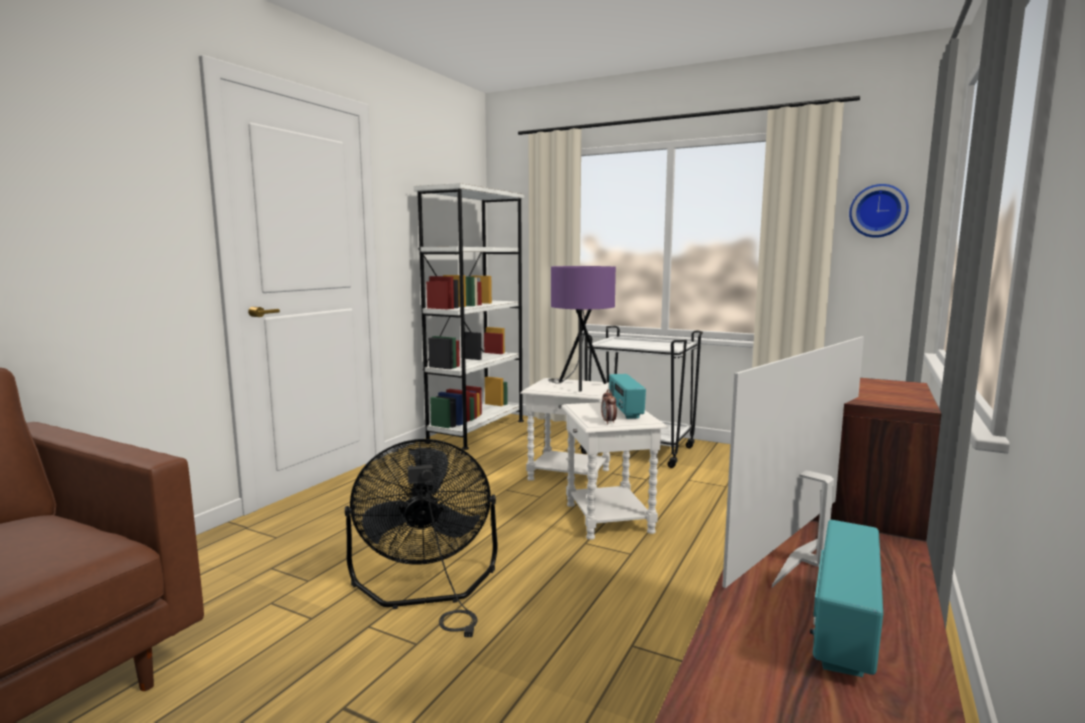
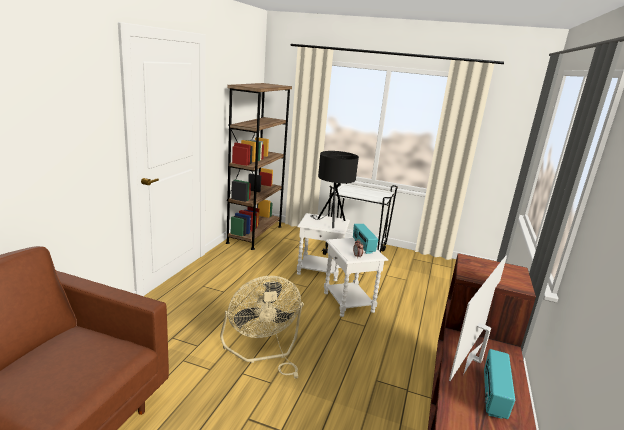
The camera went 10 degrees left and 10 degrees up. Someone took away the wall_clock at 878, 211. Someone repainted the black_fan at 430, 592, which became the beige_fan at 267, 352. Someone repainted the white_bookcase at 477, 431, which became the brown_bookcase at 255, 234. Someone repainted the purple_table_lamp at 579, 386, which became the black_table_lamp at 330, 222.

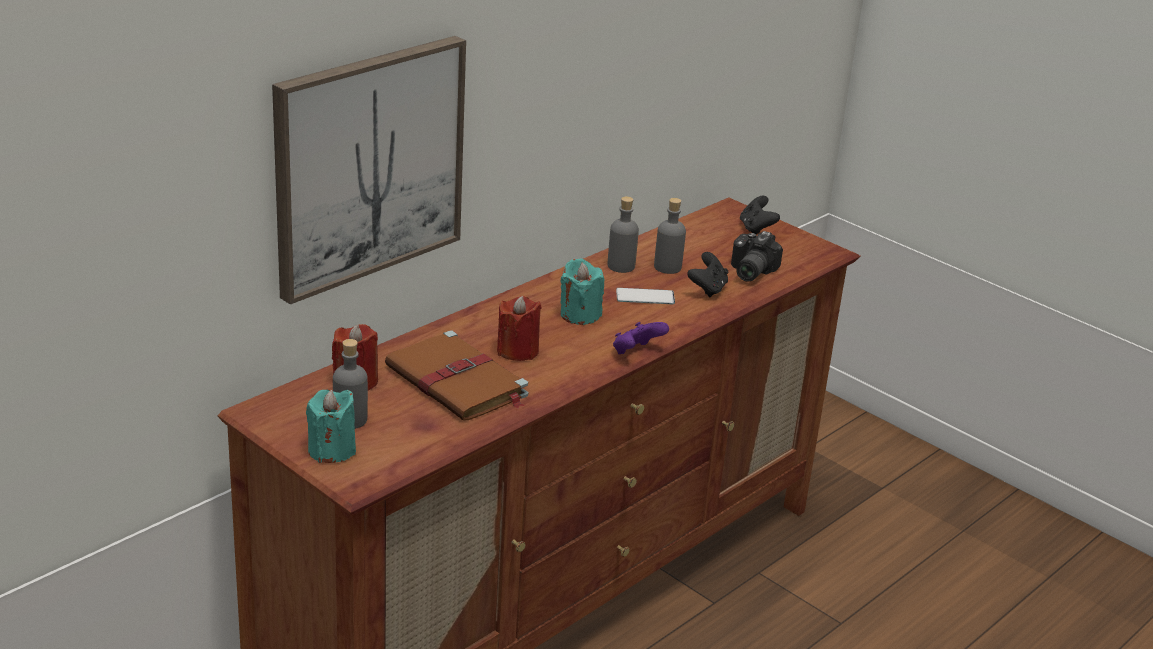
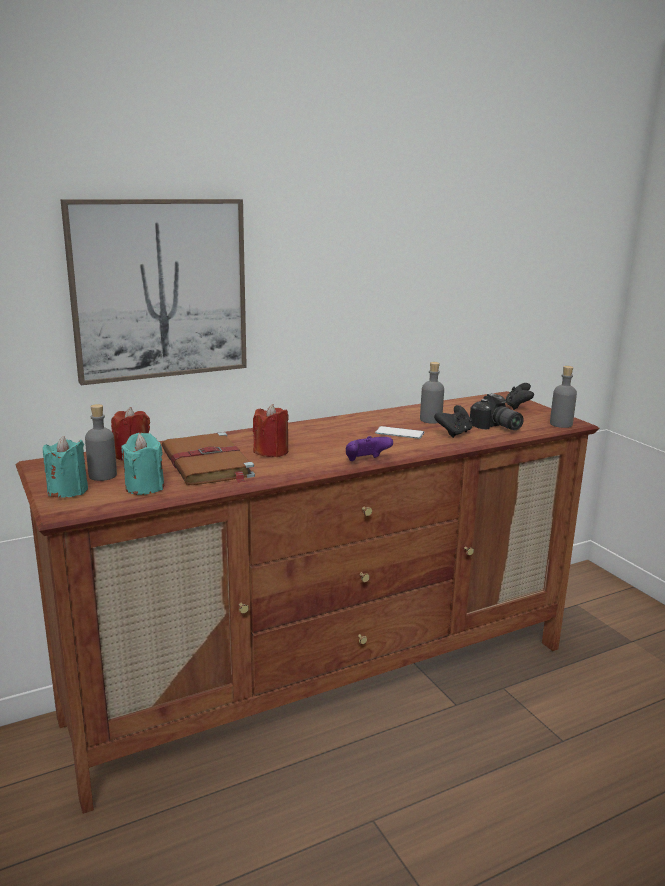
The camera went 20 degrees right and 10 degrees down. Someone carried the turquoise_candle from 580, 315 to 144, 487. Someone carried the grey_bottle from 621, 266 to 561, 424. Someone rotated the photo_camera at 748, 271 by 75 degrees counterclockwise.

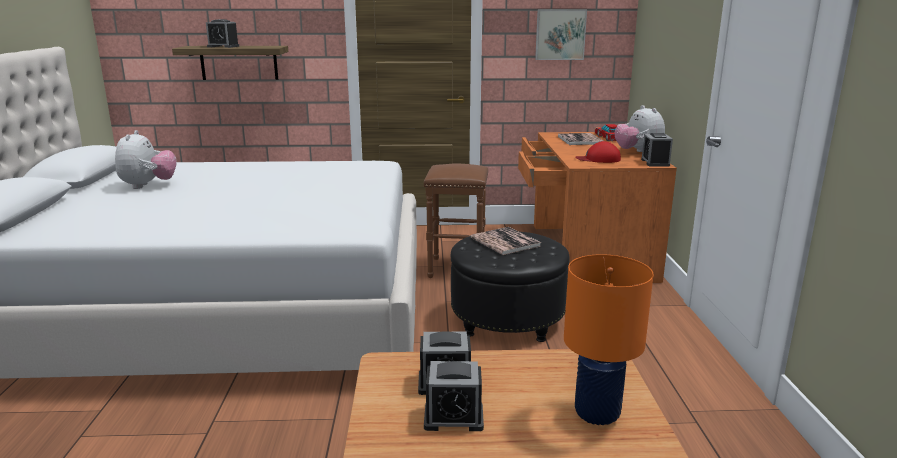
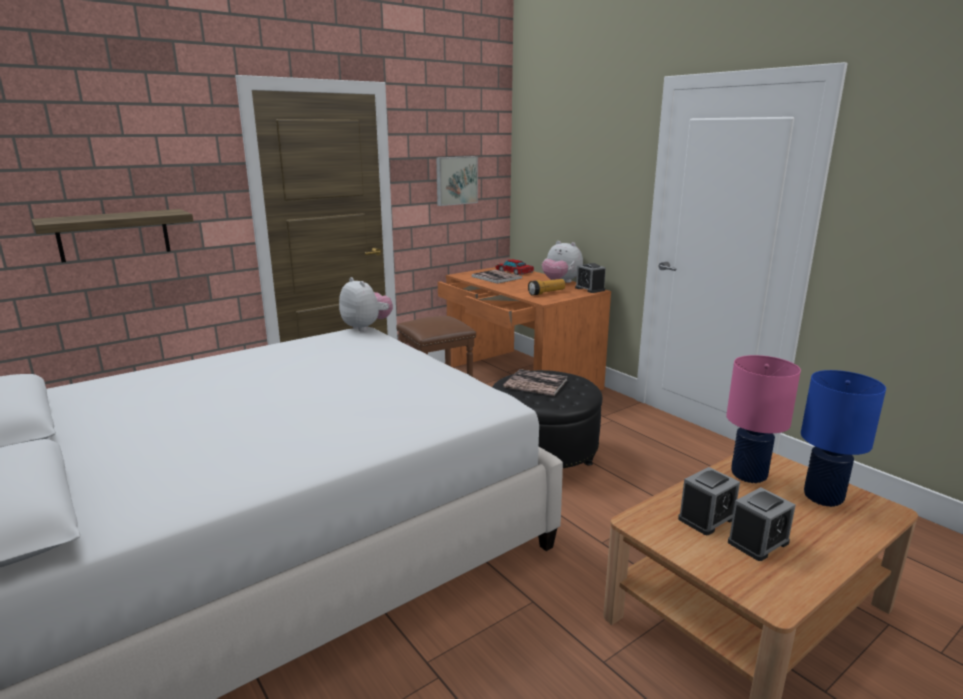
The camera went 35 degrees left and 0 degrees up. Someone took away the alarm_clock at 223, 46. Someone put down the pink_table_lamp at 748, 477. Someone carried the plush_toy from 148, 186 to 366, 327. Someone swapped the red_cap at 598, 159 for the flashlight at 546, 293. Someone repainted the orange_table_lamp at 597, 415, which became the blue_table_lamp at 822, 499.

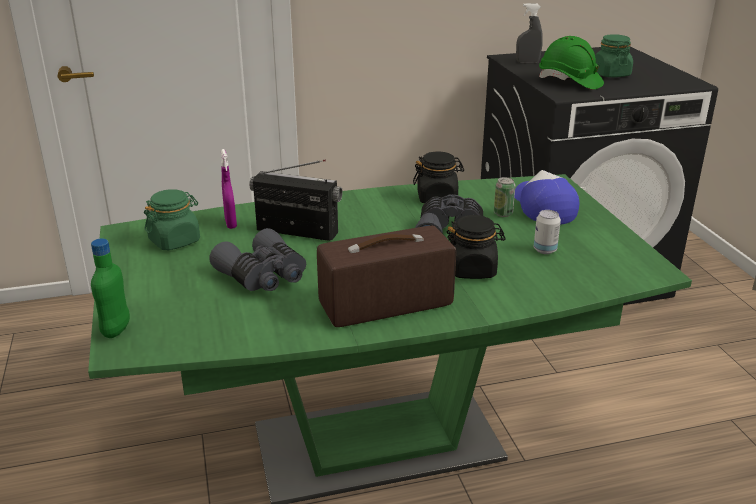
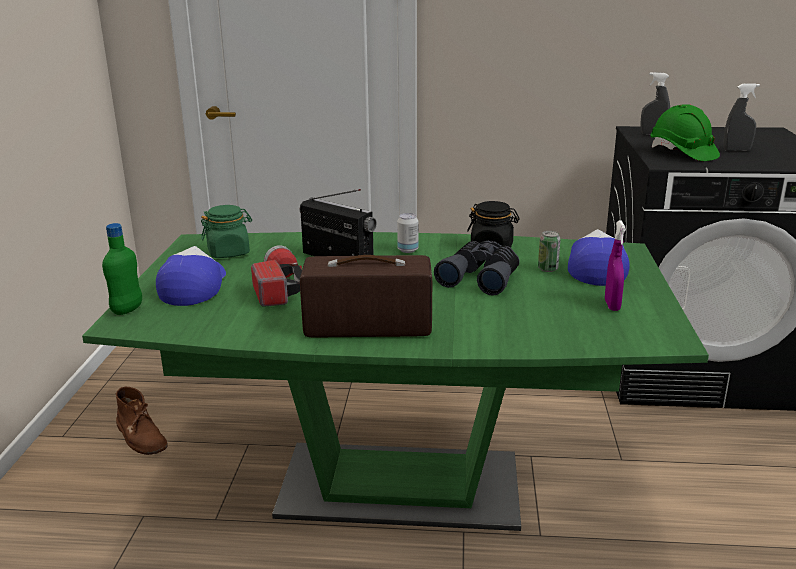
The camera went 20 degrees right and 5 degrees down. Someone took away the black_jar at 472, 270. Someone put down the brown_boot at 141, 436. Someone put down the cap at 194, 287. Someone carried the purple_spray_bottle from 230, 223 to 612, 305. Someone carried the can from 545, 250 to 408, 250. Someone swapped the grey_binoculars at 264, 276 for the flashlight at 279, 288. Someone swapped the green_jar at 611, 74 for the grey_spray_bottle at 736, 150.

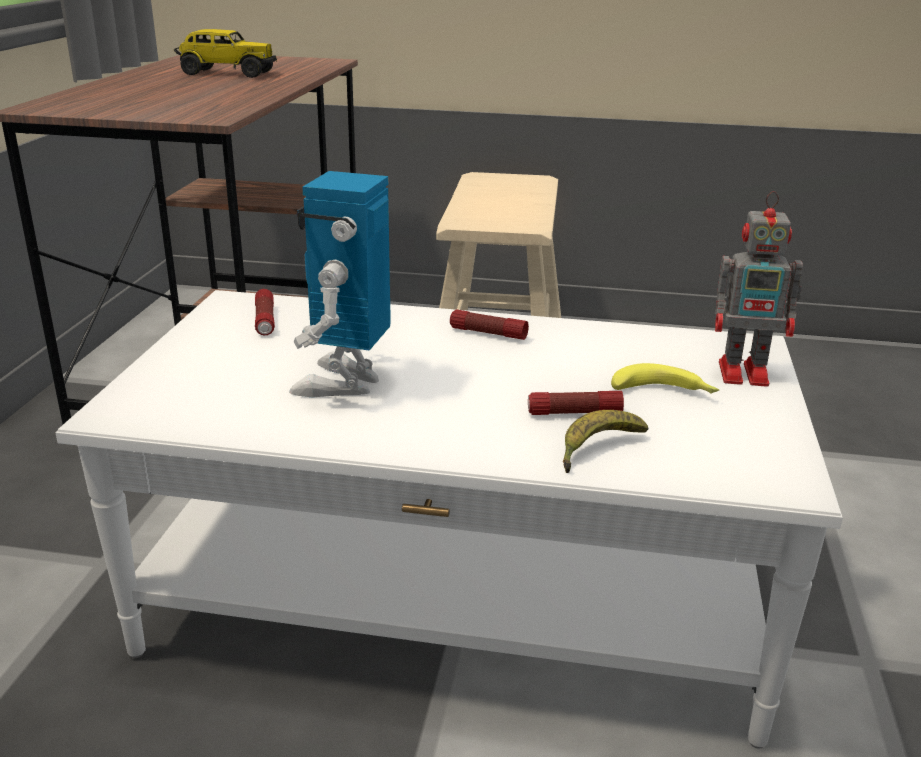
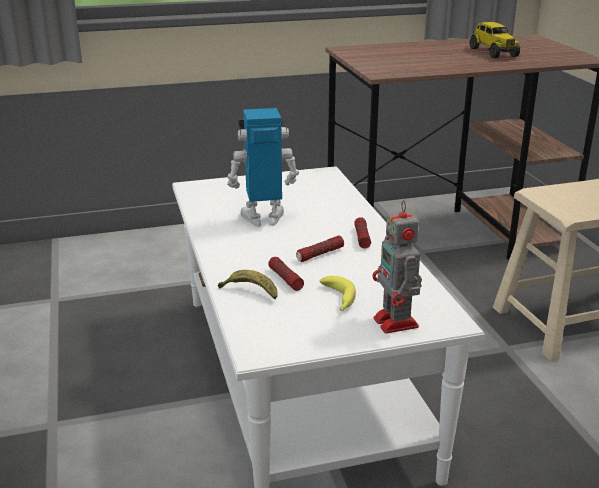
The camera went 65 degrees right and 0 degrees up. Someone carried the flashlight from 265, 321 to 320, 254.

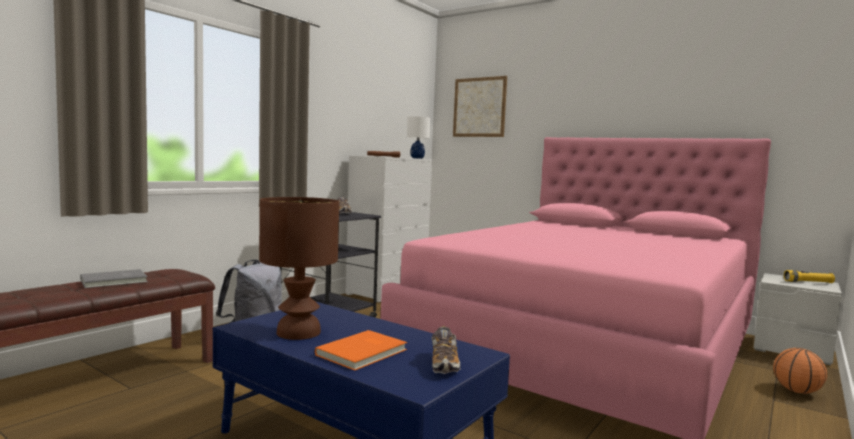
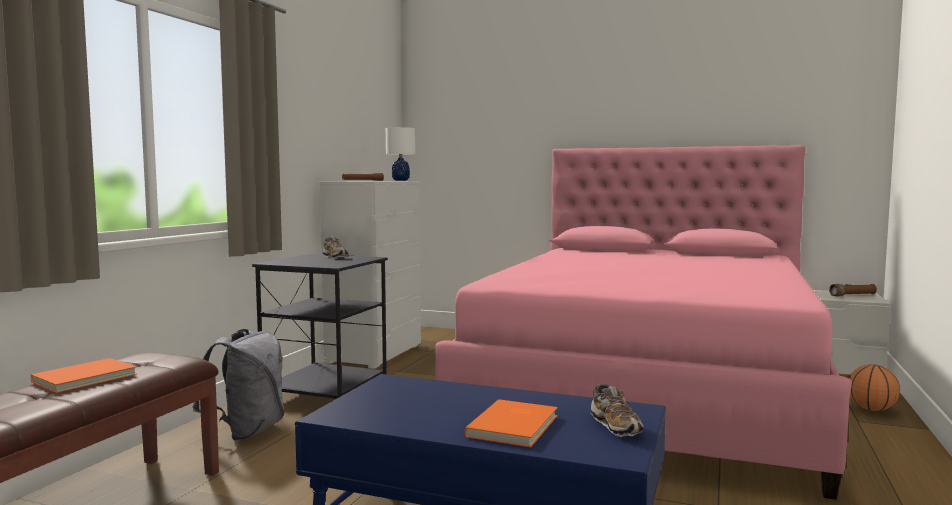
The camera went 15 degrees left and 0 degrees up. Someone took away the brown_table_lamp at 297, 332. Someone took away the picture at 479, 106. Someone repainted the grey_book at 115, 281, which became the orange_book at 87, 378. Someone repainted the yellow_flashlight at 808, 282, which became the brown_flashlight at 852, 295.

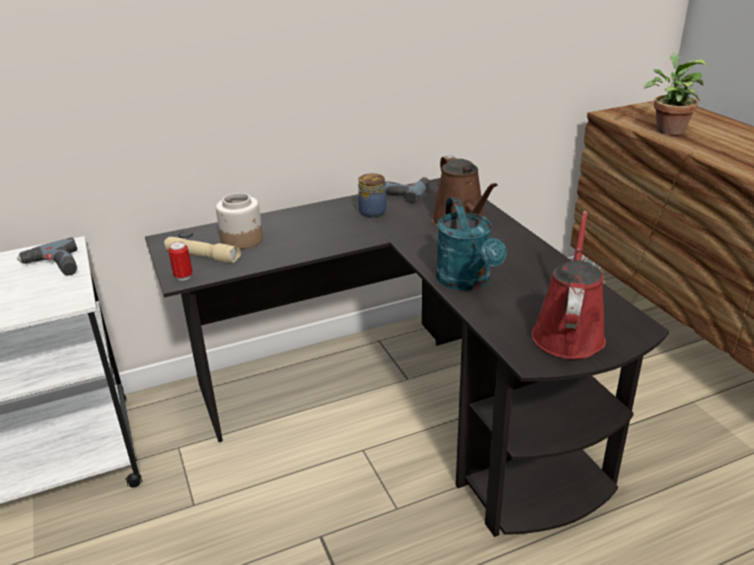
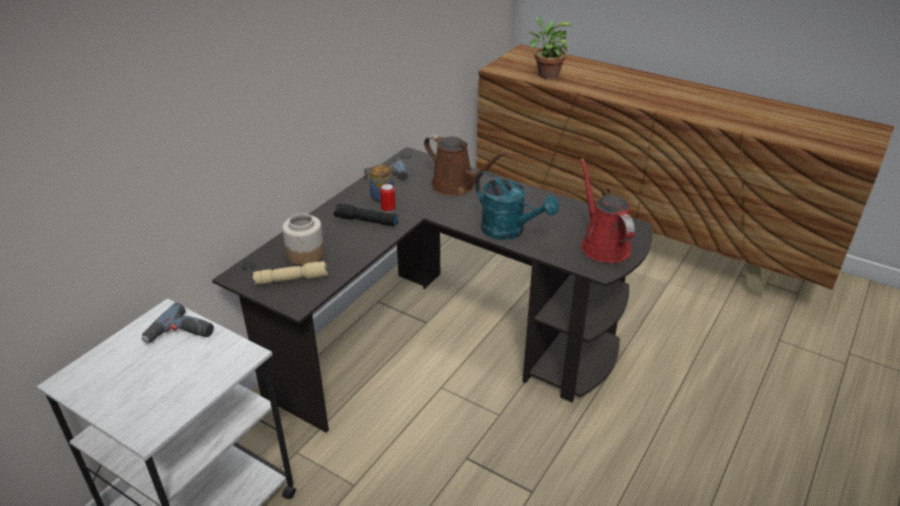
The camera went 35 degrees left and 5 degrees up. Someone put down the black_flashlight at 365, 221. Someone carried the can from 183, 276 to 388, 210.

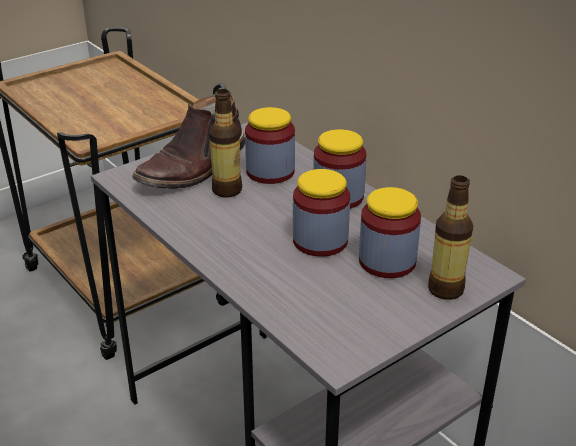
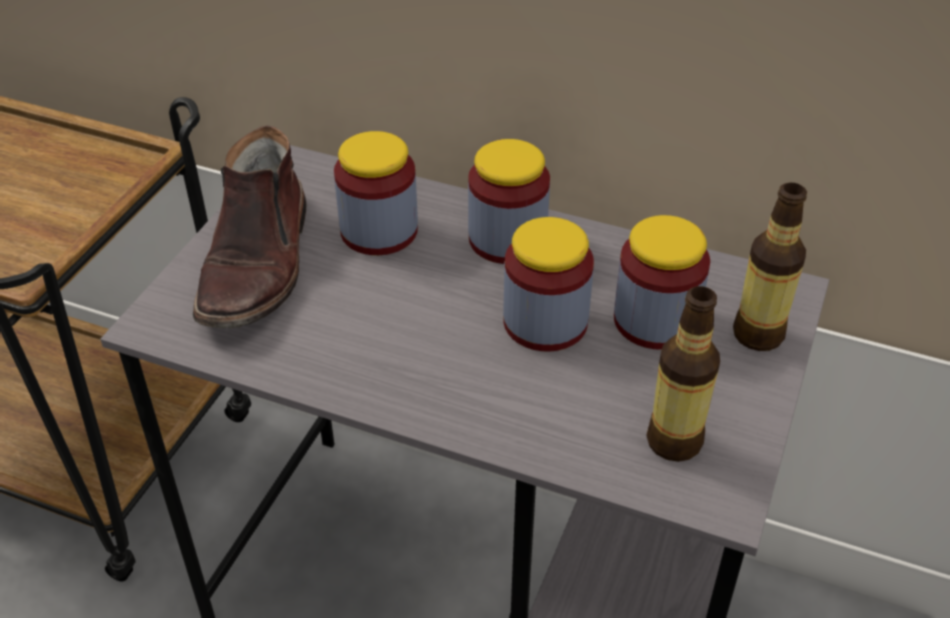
The camera went 30 degrees left and 10 degrees up. Someone carried the bottle from 227, 190 to 674, 441.

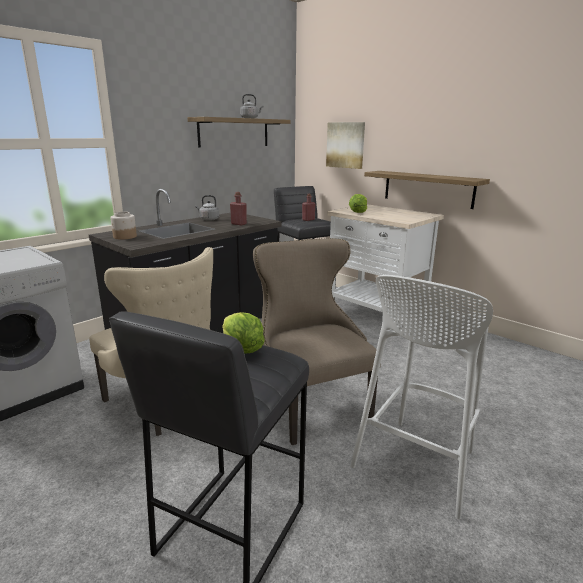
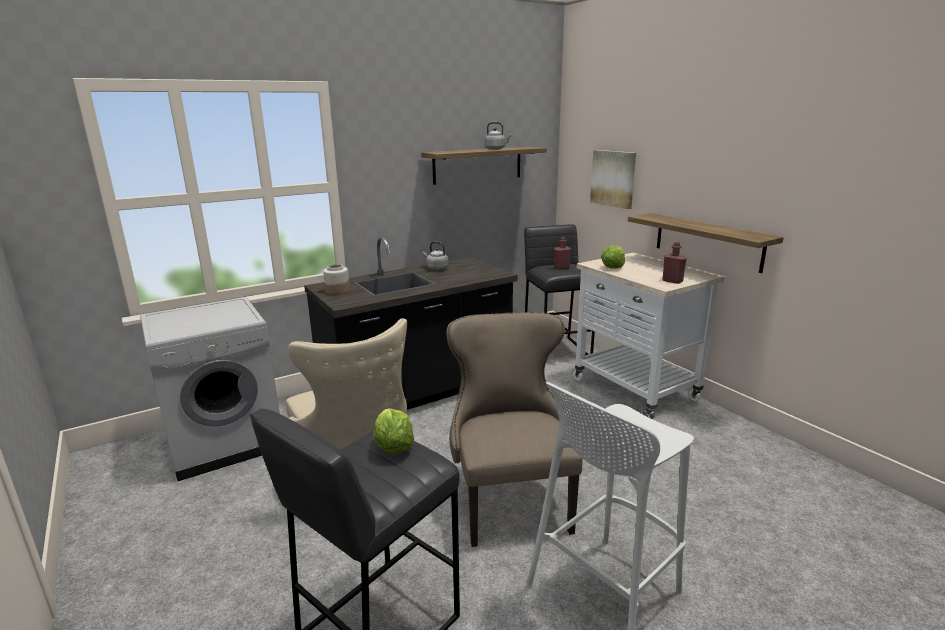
The camera went 15 degrees right and 0 degrees up. Someone carried the red_bottle from 238, 224 to 672, 281.

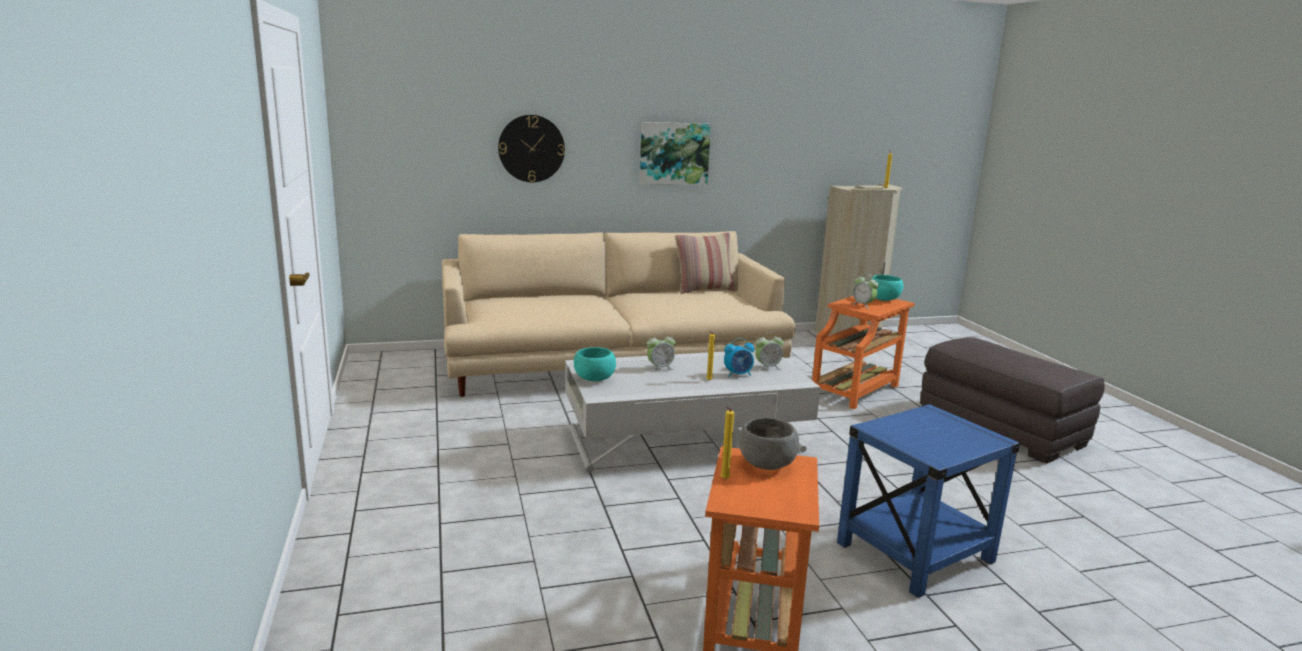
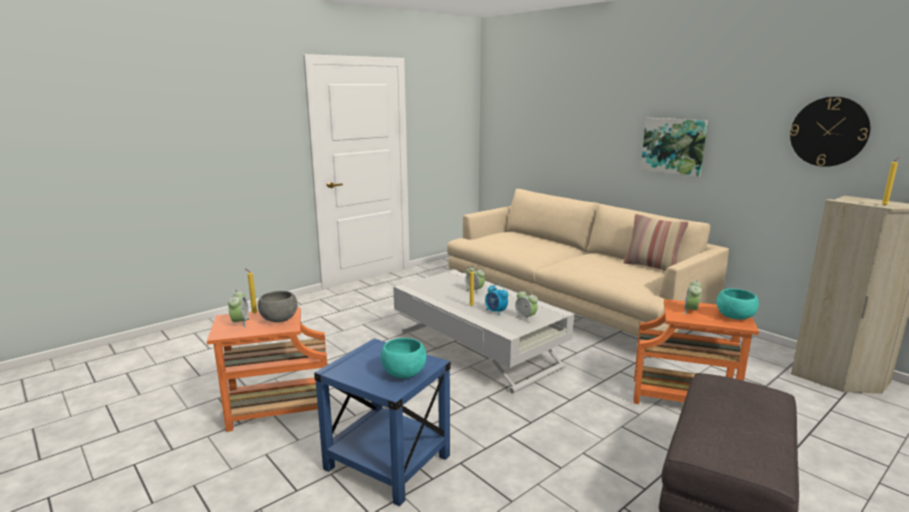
The camera went 65 degrees right and 0 degrees up. Someone put down the alarm_clock at 240, 323. Someone carried the wall_clock from 531, 148 to 828, 132. Someone carried the turquoise_bowl from 594, 379 to 404, 374.

